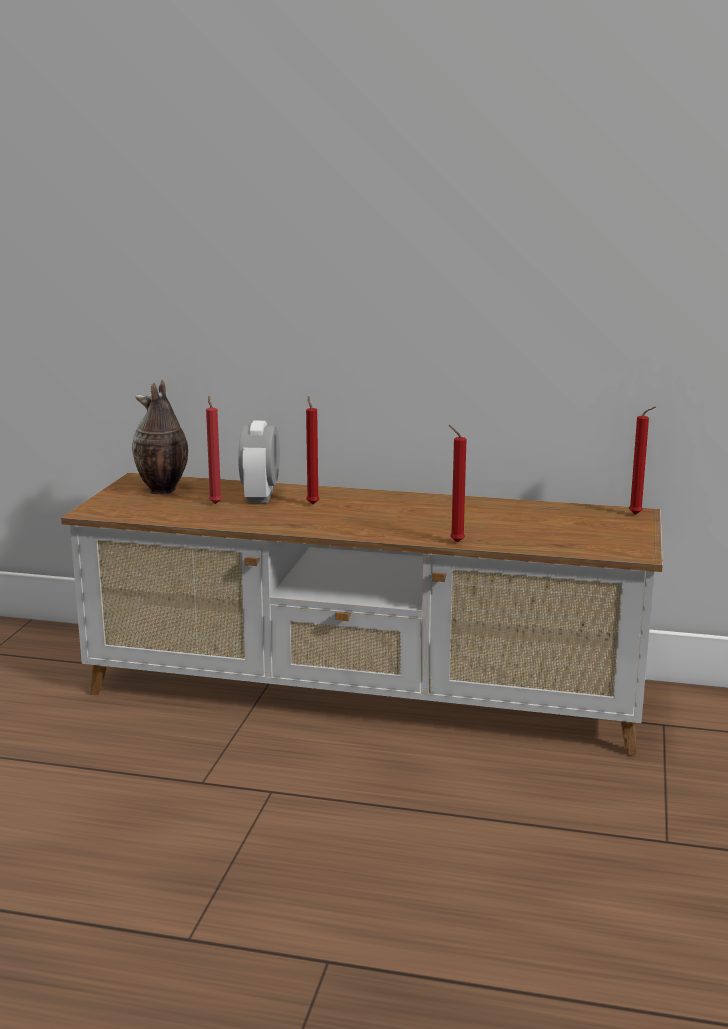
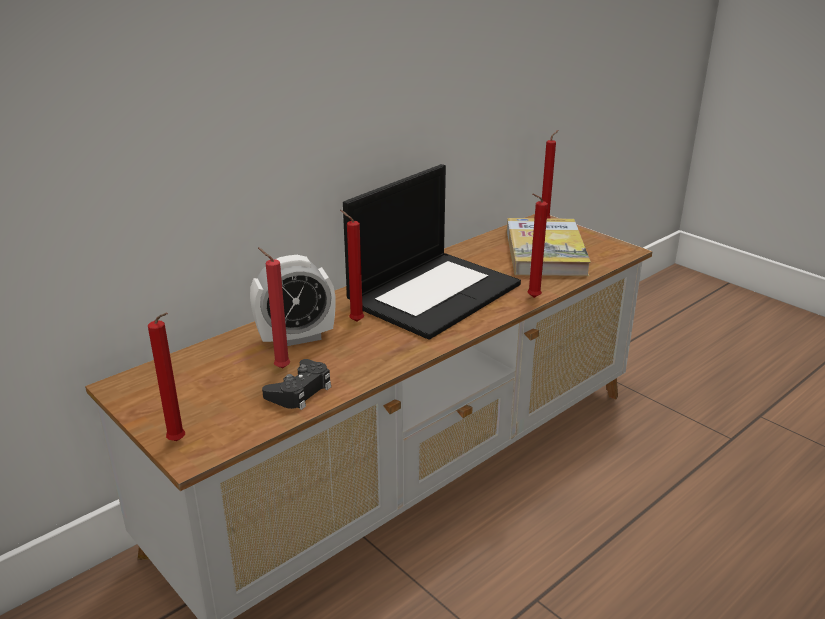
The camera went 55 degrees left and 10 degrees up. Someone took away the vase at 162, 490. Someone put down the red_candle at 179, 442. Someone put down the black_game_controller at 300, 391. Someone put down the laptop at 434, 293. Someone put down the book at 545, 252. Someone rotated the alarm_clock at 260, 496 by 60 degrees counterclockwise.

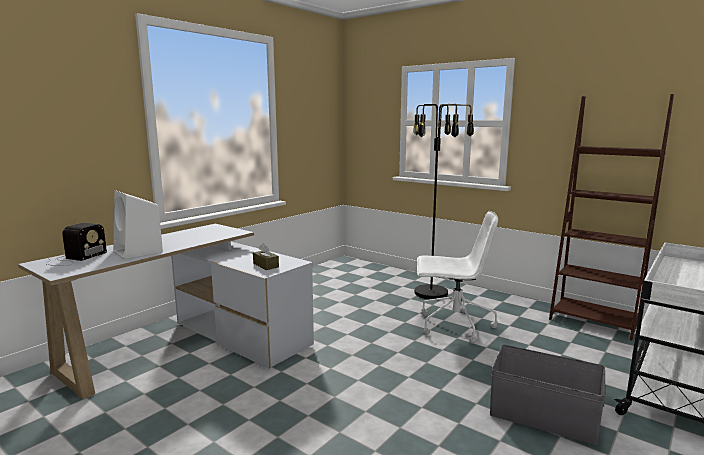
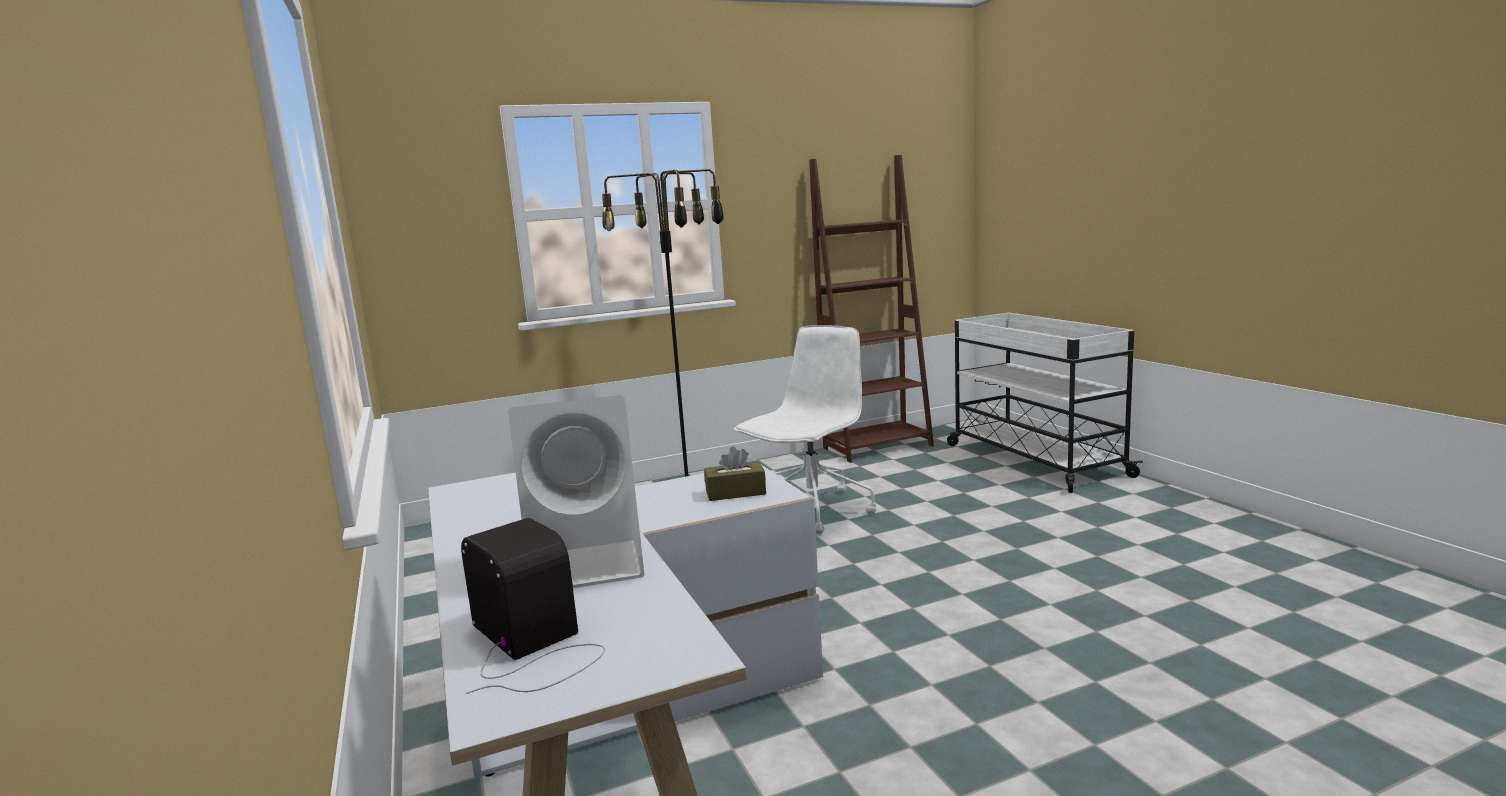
The camera went 60 degrees left and 0 degrees up. Someone took away the grey_storage_box at 542, 416.

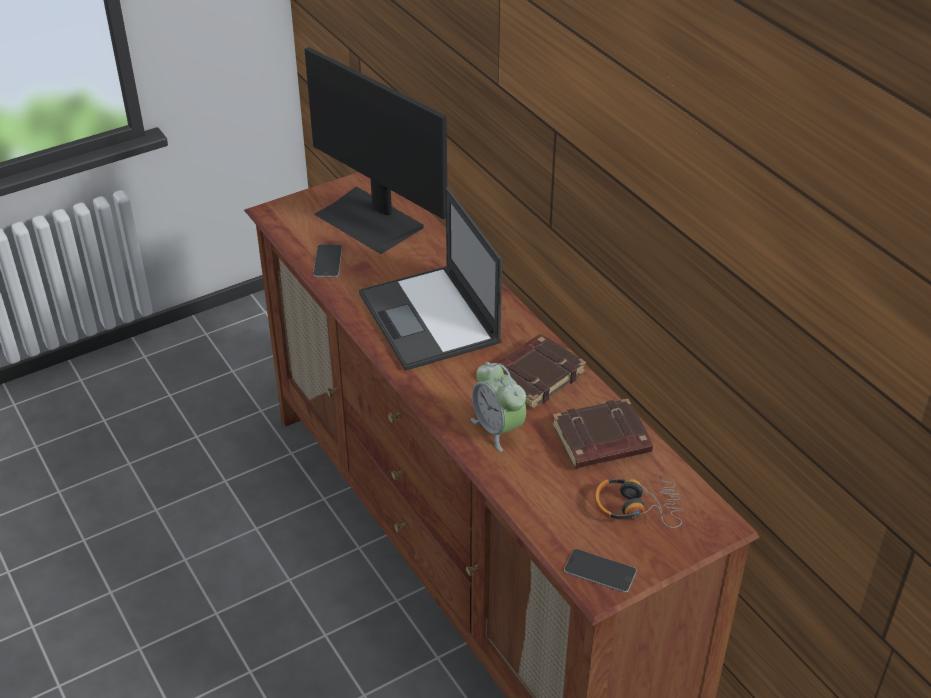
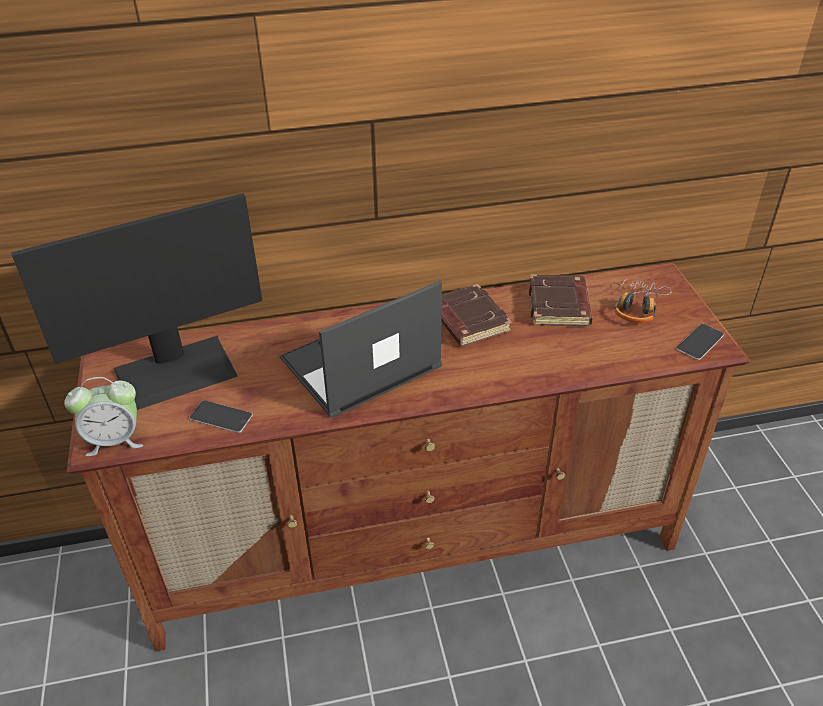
The camera went 70 degrees left and 0 degrees up. Someone carried the alarm_clock from 498, 429 to 115, 440. Someone rotated the laptop at 430, 319 by 150 degrees clockwise.

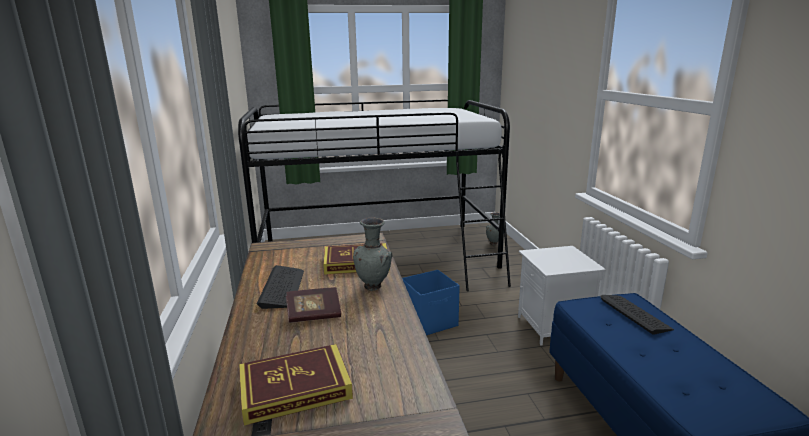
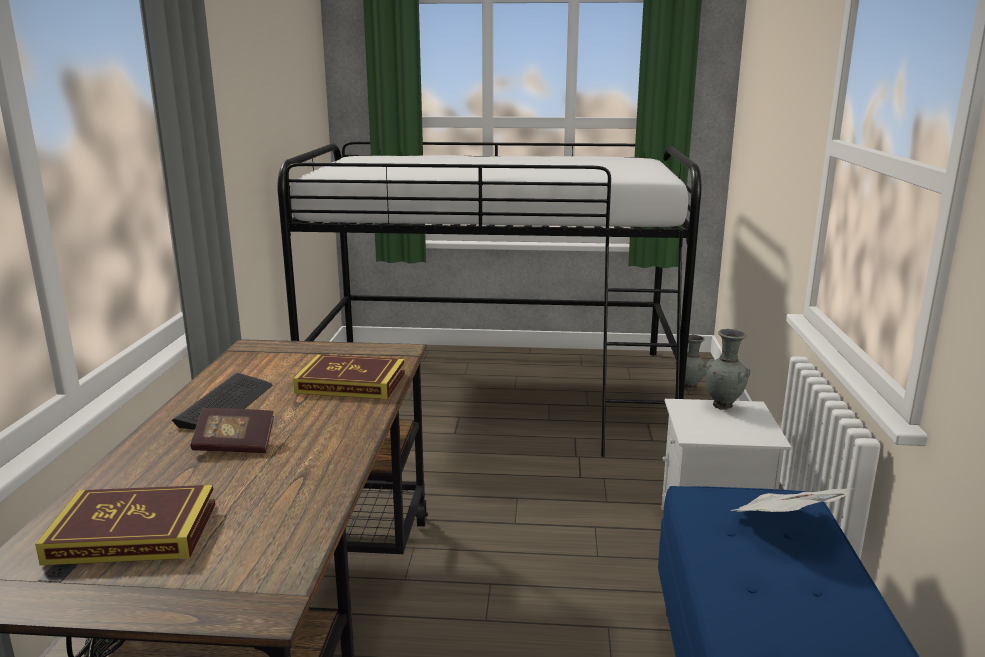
The camera went 15 degrees right and 0 degrees up. Someone took away the blue_storage_box at 430, 322. Someone carried the grey_vase from 374, 287 to 724, 406. Someone swapped the keyboard at 635, 314 for the newspaper at 786, 525.

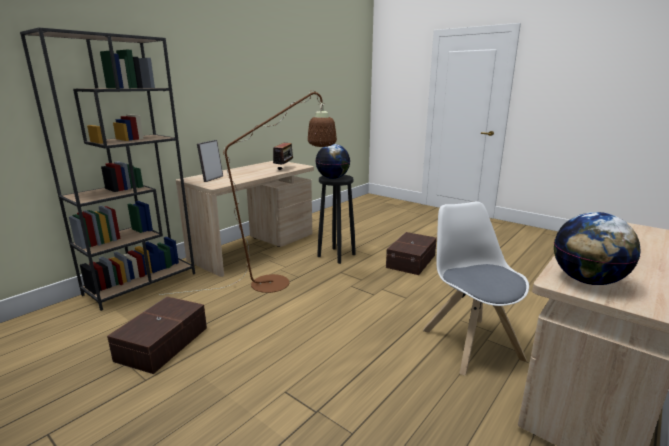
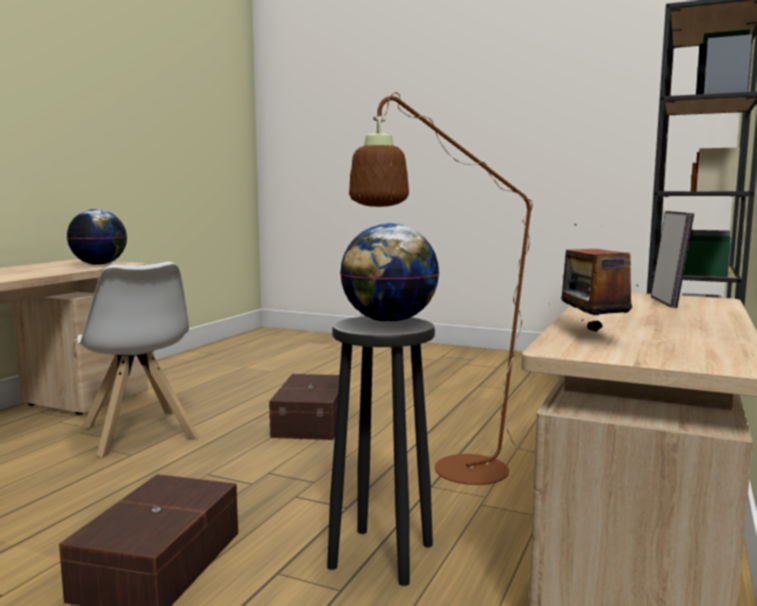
The camera went 165 degrees right and 10 degrees down. Someone carried the brown_storage_box from 161, 344 to 313, 421.

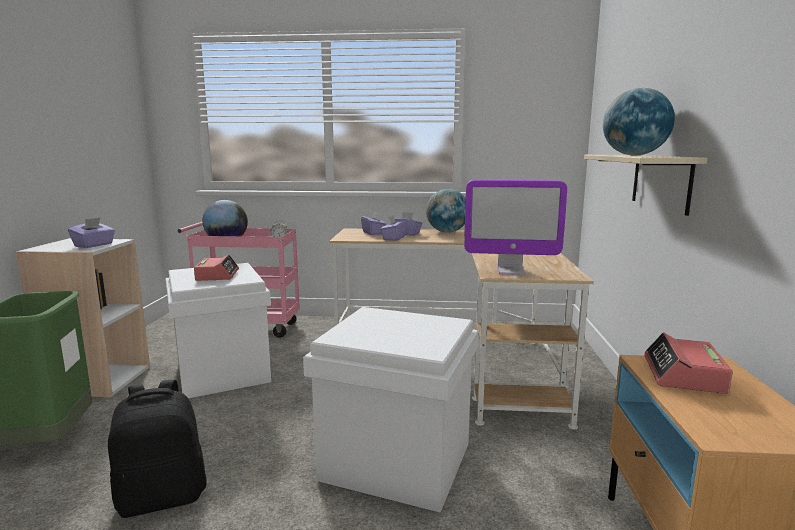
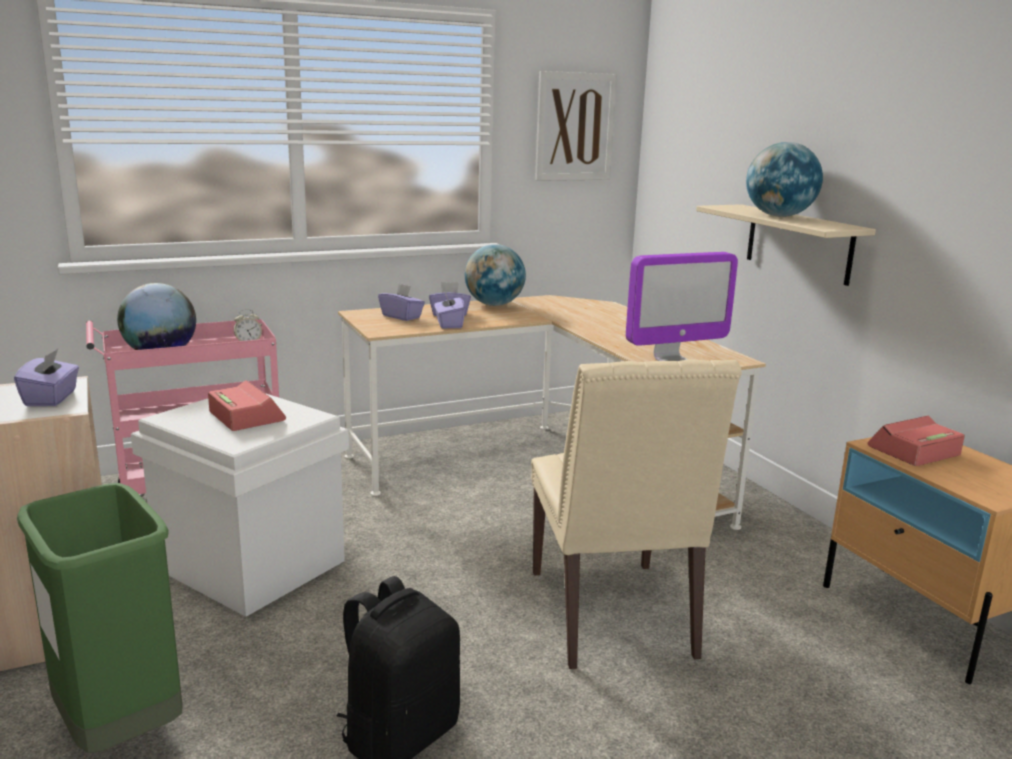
The camera went 30 degrees left and 5 degrees up. Someone put up the picture at 575, 127. Someone swapped the white_storage_box at 394, 461 for the beige_chair at 610, 612. Someone rotated the alarm_clock at 683, 375 by 75 degrees clockwise.

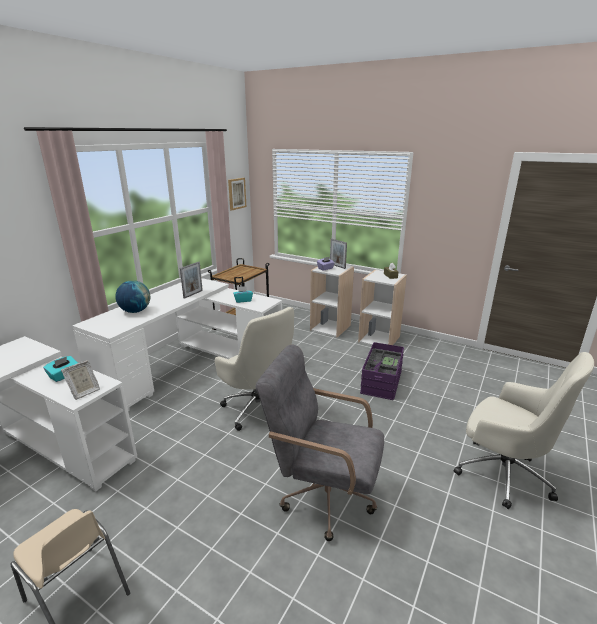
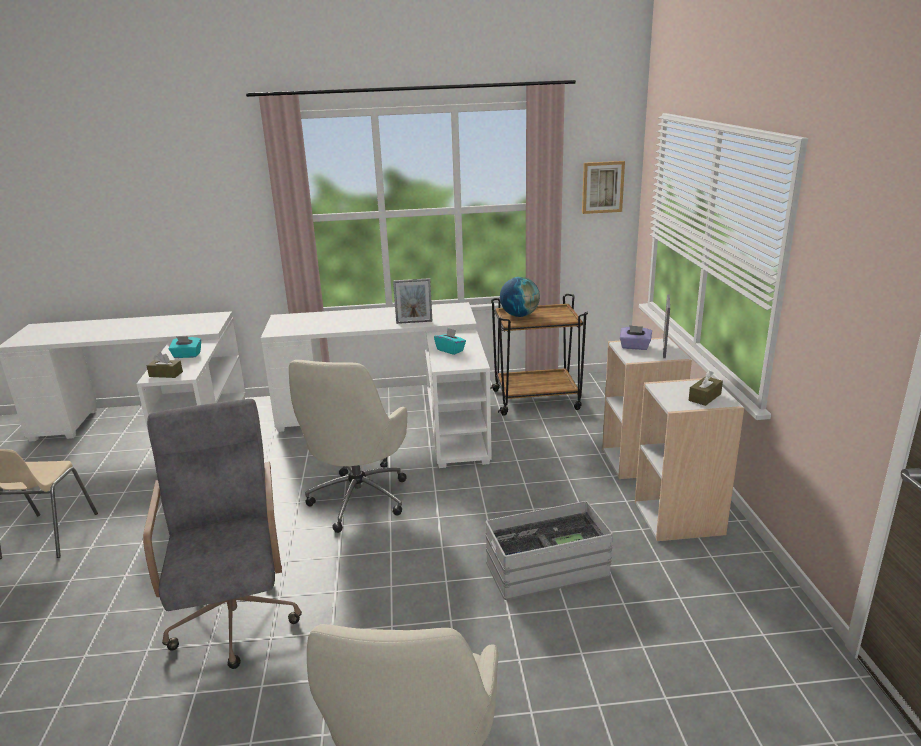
The camera went 55 degrees right and 0 degrees up. Someone carried the globe from 135, 311 to 519, 315. Someone swapped the picture_frame at 84, 392 for the brown_tissue_box at 166, 374. Someone repainted the purple_storage_box at 382, 380, which became the grey_storage_box at 547, 569.

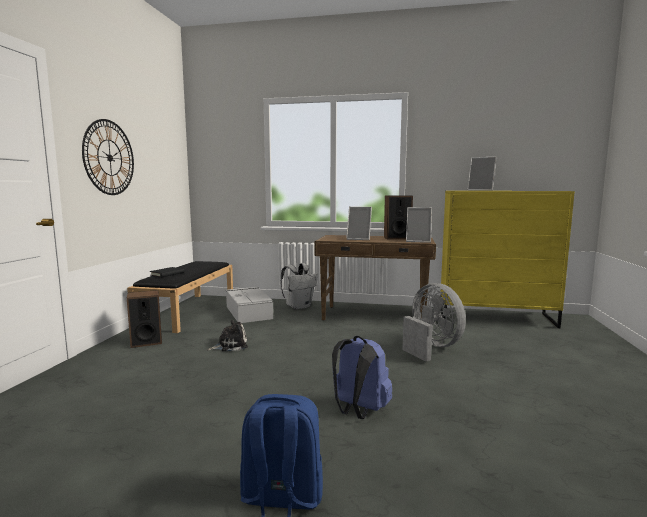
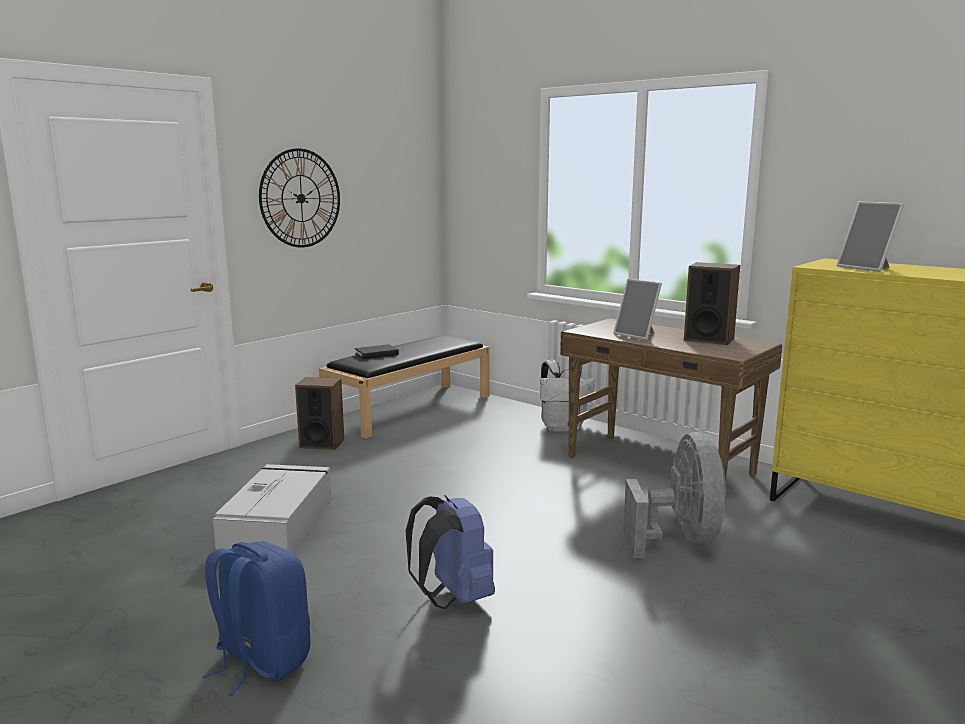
The camera went 30 degrees right and 5 degrees up. Someone took away the plush_toy at 230, 345. Someone took away the picture_frame at 418, 241. Someone carried the grey_storage_box from 248, 312 to 278, 524.

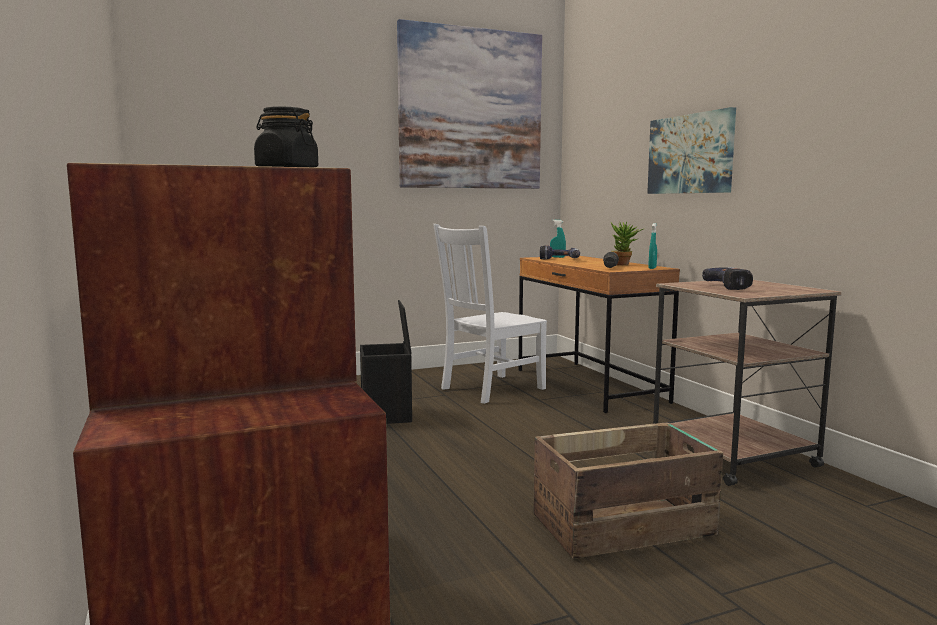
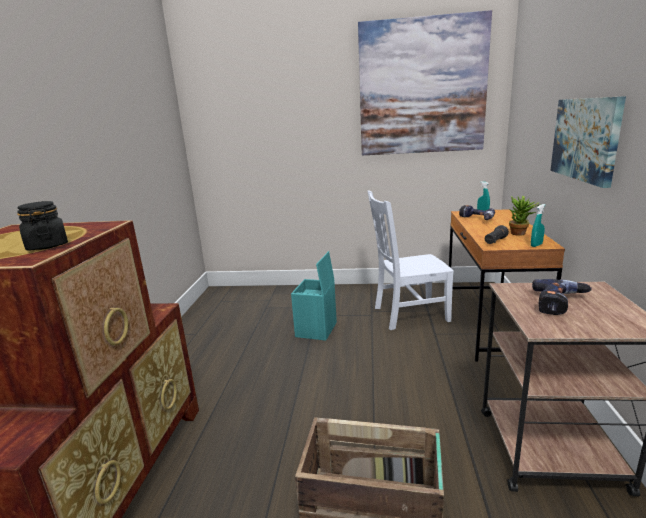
The camera went 30 degrees right and 10 degrees up. Someone repainted the black_storage_box at 387, 415, which became the turquoise_storage_box at 316, 330.

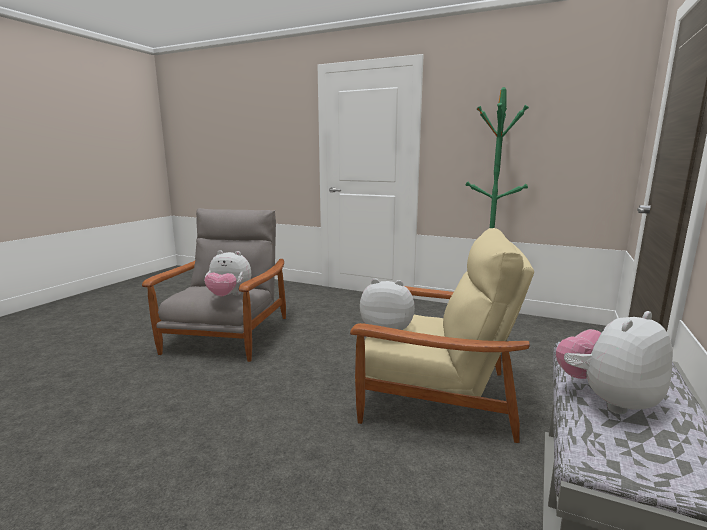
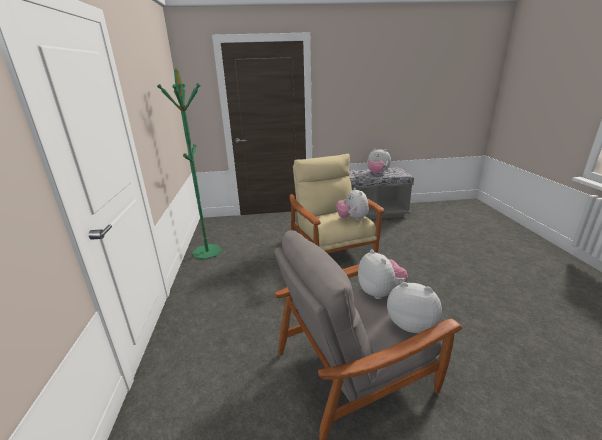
The camera went 120 degrees left and 10 degrees up. Someone put down the plush_toy at 411, 323.

